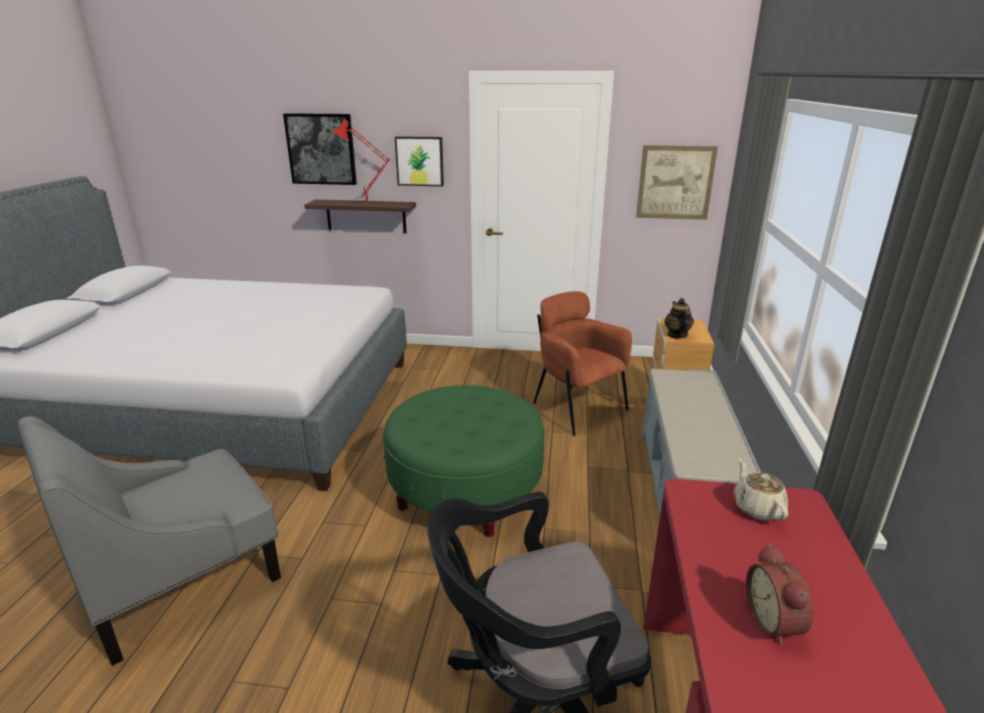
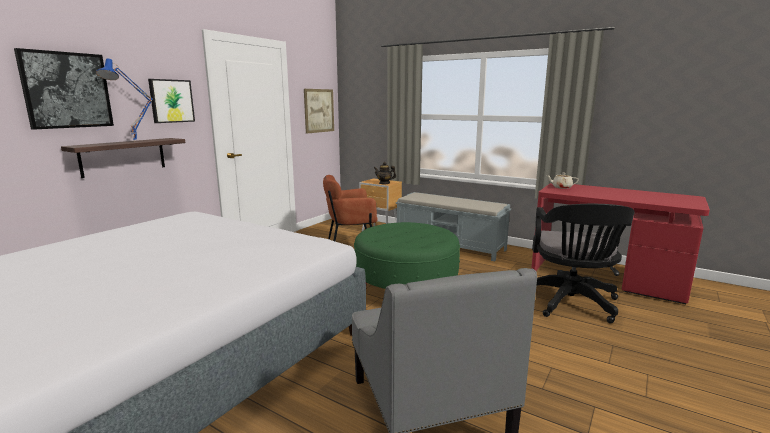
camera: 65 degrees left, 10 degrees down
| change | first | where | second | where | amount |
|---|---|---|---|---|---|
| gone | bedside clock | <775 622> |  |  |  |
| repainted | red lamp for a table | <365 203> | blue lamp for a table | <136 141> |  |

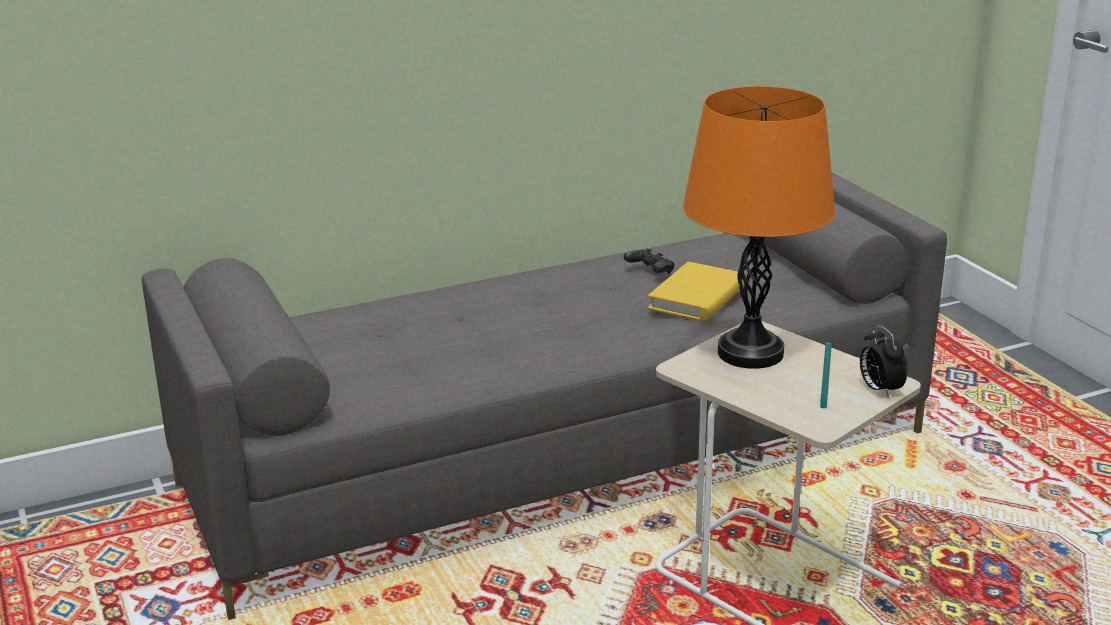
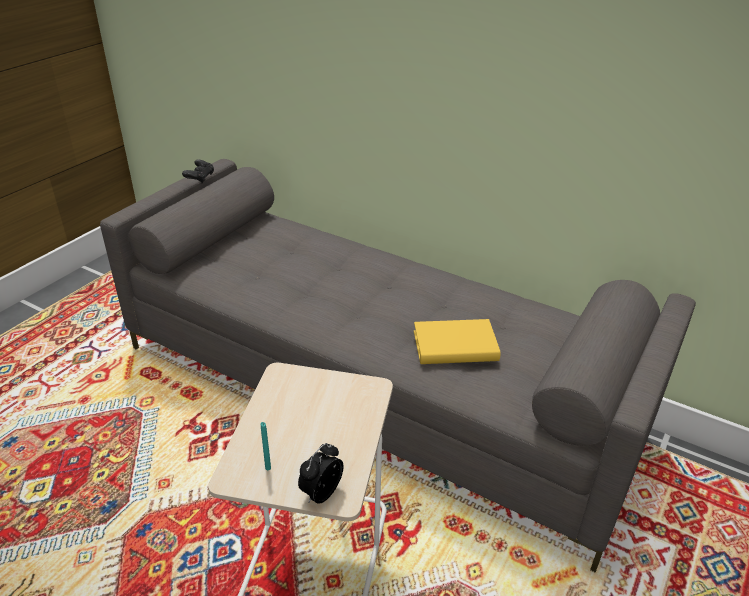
camera: 55 degrees right, 10 degrees up
| change | first | where | second | where | amount |
|---|---|---|---|---|---|
| gone | orange-coloured lamp for a table | <750 353> |  |  |  |
| shifted | blackish joypad | <650 272> |  | <200 178> |  |

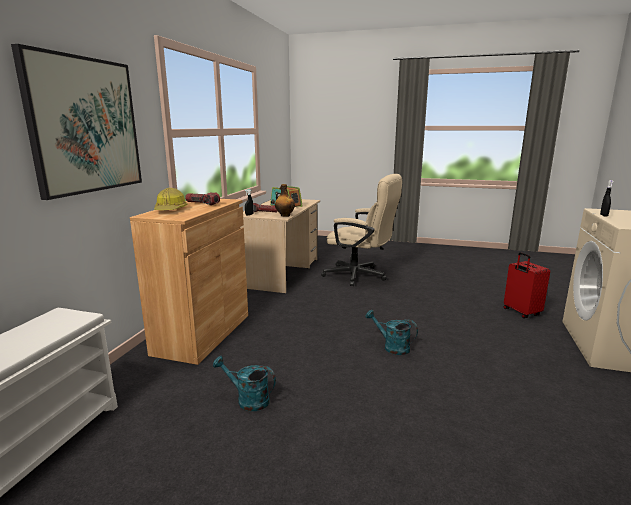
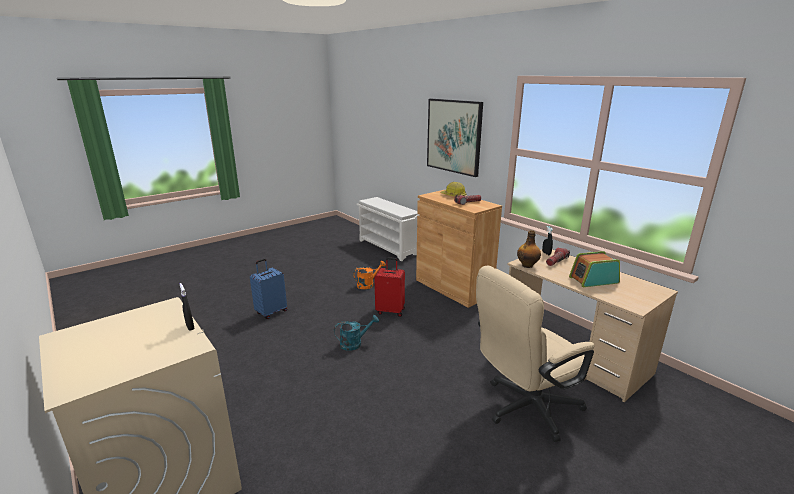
camera: 125 degrees right, 5 degrees up
| change | first | where | second | where | amount |
|---|---|---|---|---|---|
| new |  |  | blue travel case | <271 312> |  |
| shifted | red travel case | <520 312> |  | <390 311> |  |
| repainted | turquoise-coloured watering pot | <248 400> | orange-coloured watering pot | <368 284> |  |

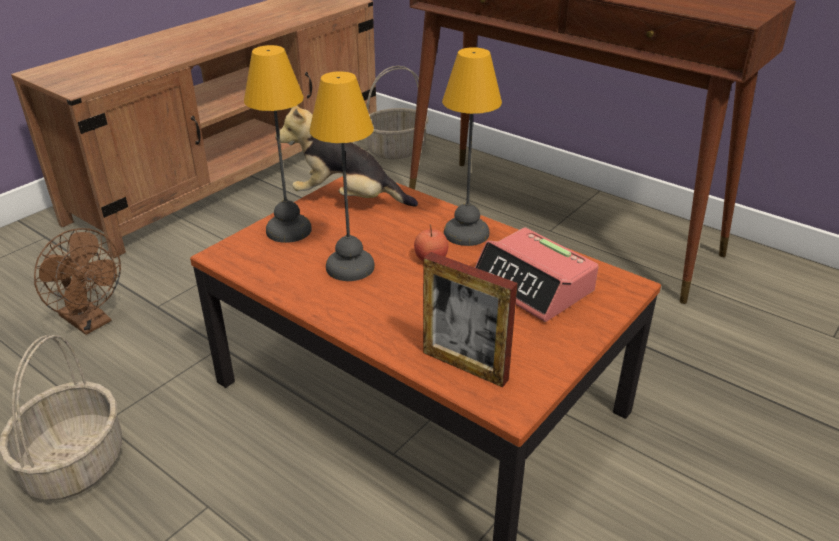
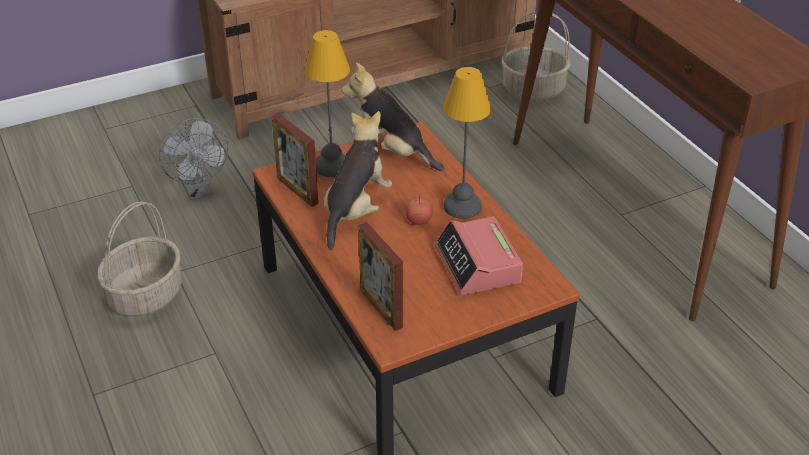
camera: 25 degrees right, 5 degrees up
| change | first | where | second | where | amount |
|---|---|---|---|---|---|
| new |  |  | photo frame | <297 191> |  |
| swapped | lamp for a table | <351 268> | plush toy | <356 211> |  |
| repainted | brown electric fan | <91 322> | gray electric fan | <199 191> |  |

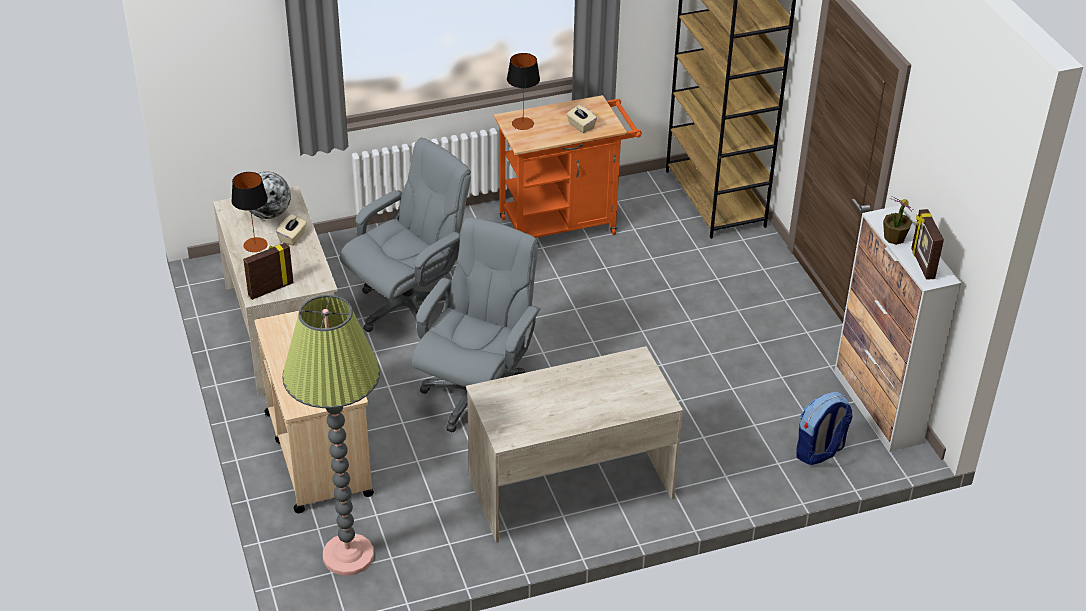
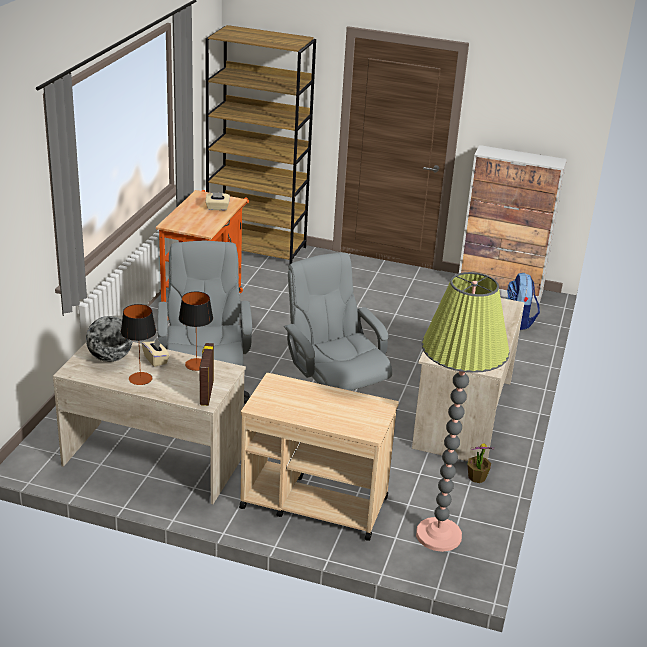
camera: 55 degrees left, 10 degrees down
| change | first | where | second | where | amount |
|---|---|---|---|---|---|
| gone | photo frame | <922 264> |  |  |  |
| shifted | lamp for a table | <523 123> |  | <196 364> |  |
| shifted | houseplant | <894 238> |  | <476 477> |  |

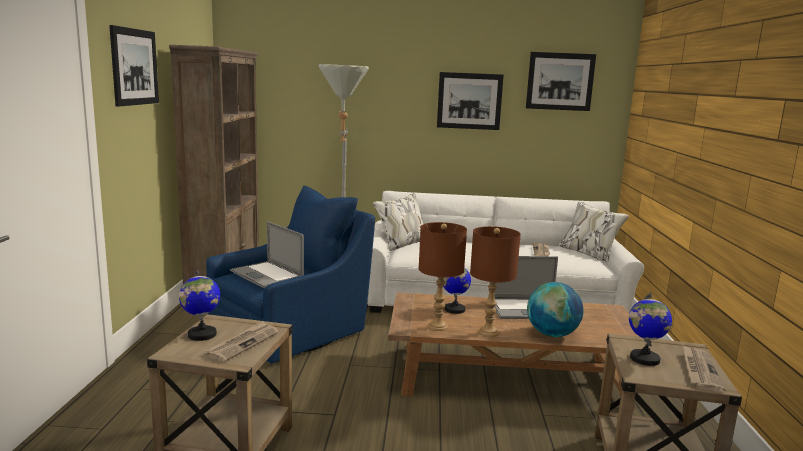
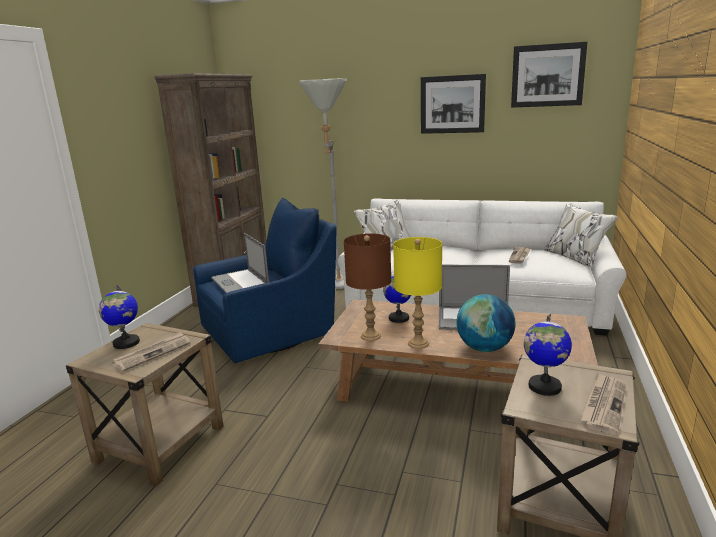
camera: 15 degrees right, 5 degrees up
| change | first | where | second | where | amount |
|---|---|---|---|---|---|
| gone | wall art | <134 67> |  |  |  |
| repainted | brown lamp for a table | <488 332> | yellow-coloured lamp for a table | <418 343> |  |

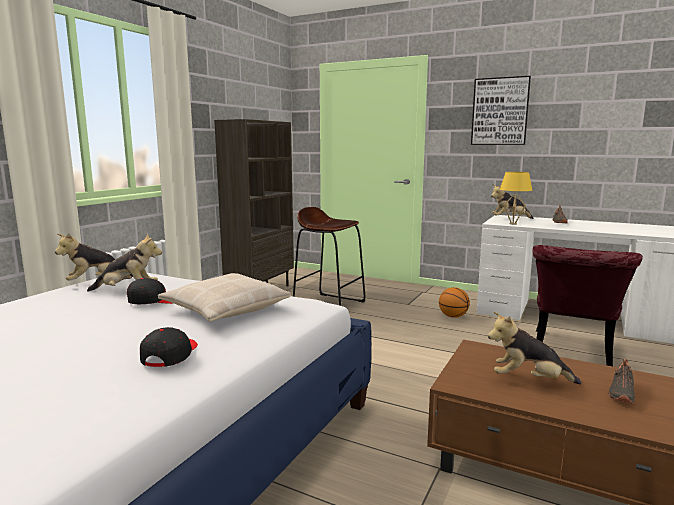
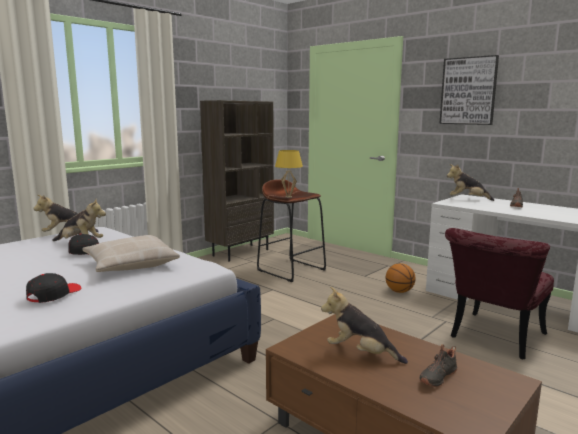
camera: 15 degrees right, 0 degrees up
| change | first | where | second | where | amount |
|---|---|---|---|---|---|
| shifted | yellow-coloured lamp for a table | <512 224> |  | <288 197> |  |

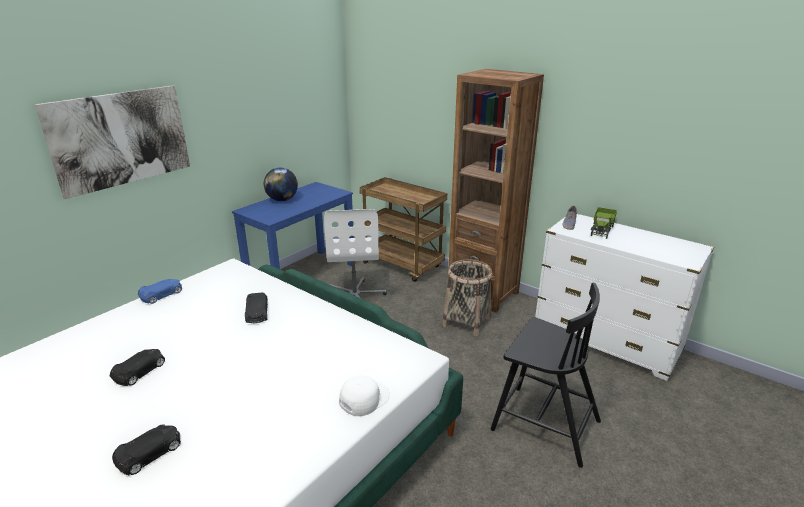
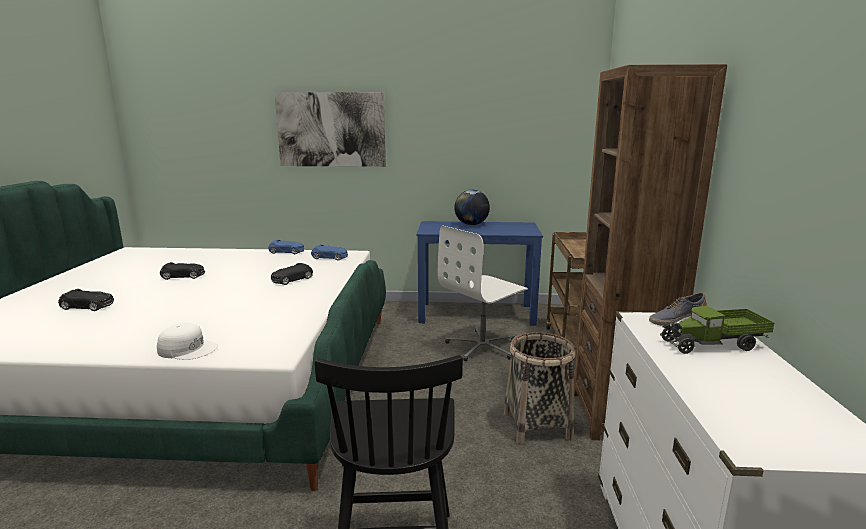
camera: 55 degrees right, 10 degrees down
| change | first | where | second | where | amount |
|---|---|---|---|---|---|
| new |  |  | blue toy car | <330 257> |  |

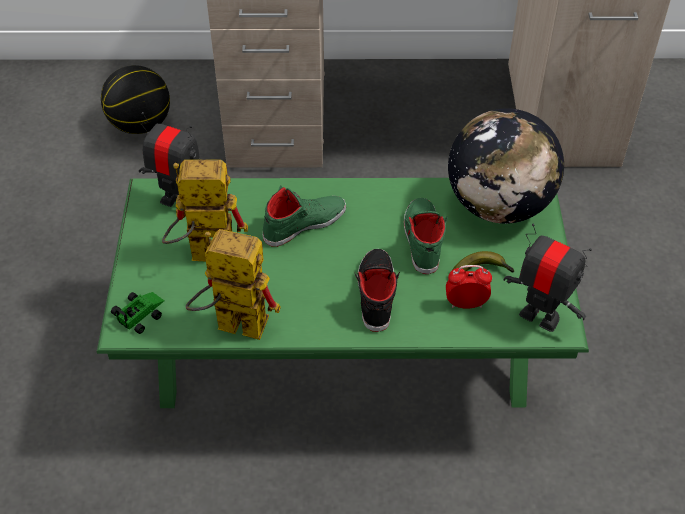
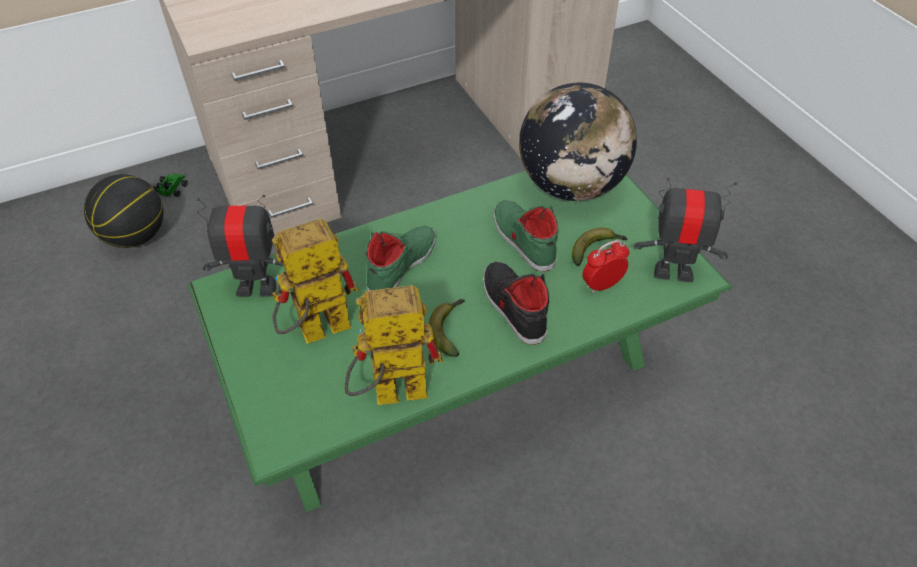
camera: 25 degrees left, 0 degrees up
| change | first | where | second | where | amount |
|---|---|---|---|---|---|
| new |  |  | whole banana | <449 329> |  |
| shifted | toy car | <141 311> |  | <172 186> |  |

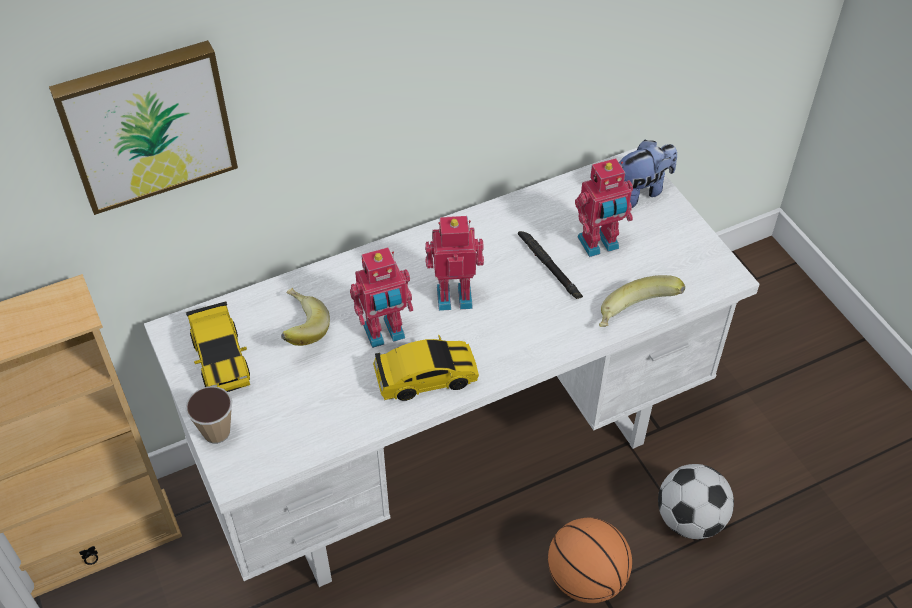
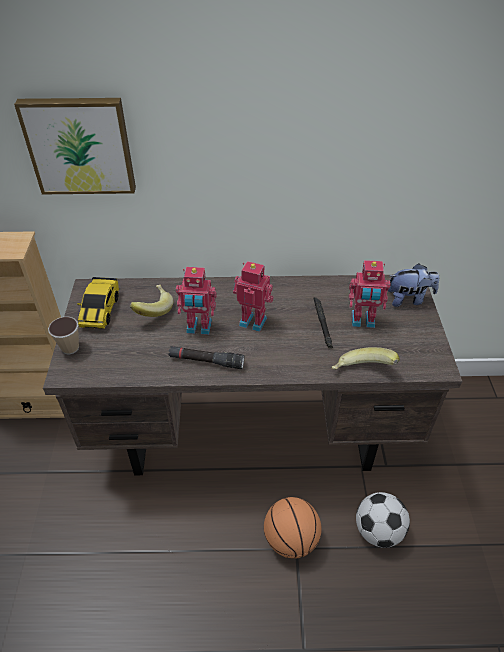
camera: 25 degrees right, 5 degrees down
| change | first | where | second | where | amount |
|---|---|---|---|---|---|
| swapped | toy car | <426 378> | blackish torch | <206 361> |  |
| repainted | whitish desk table | <457 453> | brown desk table | <253 431> |  |

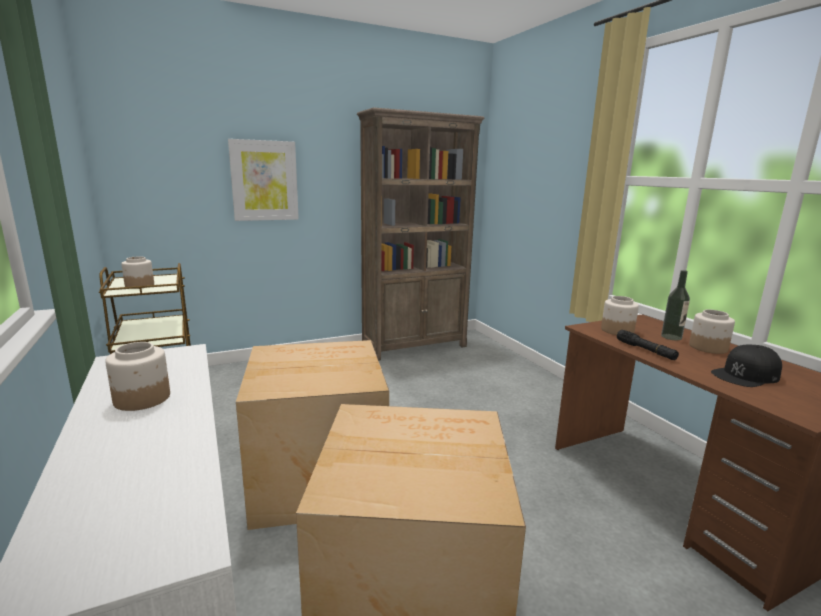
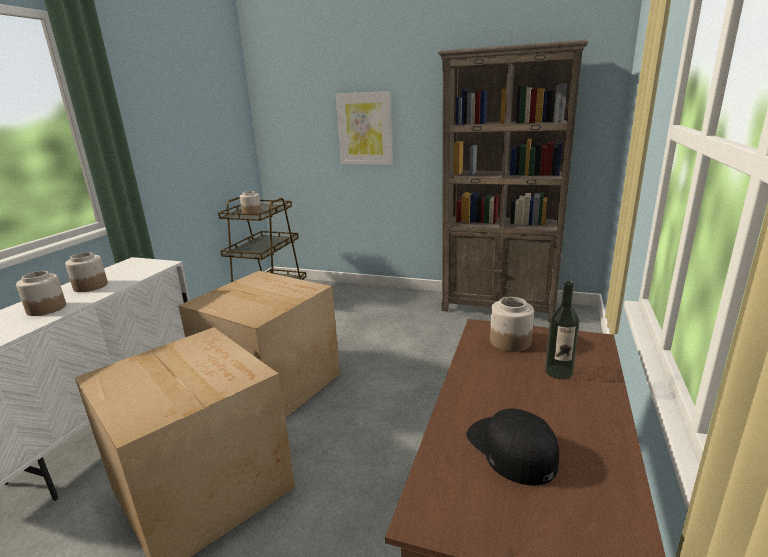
camera: 45 degrees right, 5 degrees up
| change | first | where | second | where | amount |
|---|---|---|---|---|---|
| gone | blackish torch | <645 350> |  |  |  |
| shifted | storage jar | <707 347> |  | <46 308> |  |
| rotated | blackish peaked cap | <746 375> |  | <511 448> | 45 degrees clockwise |

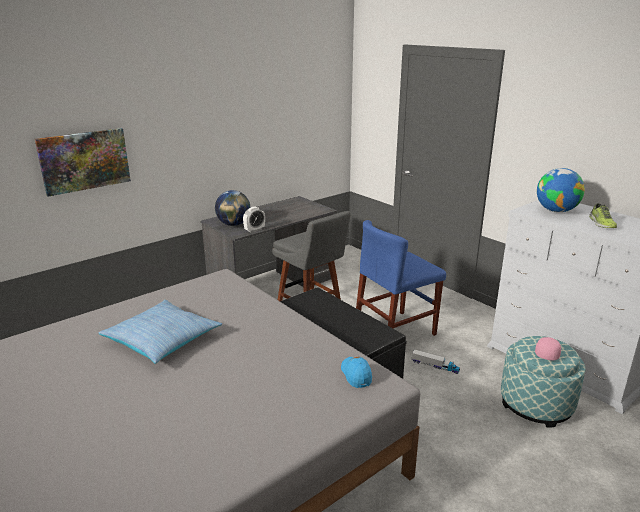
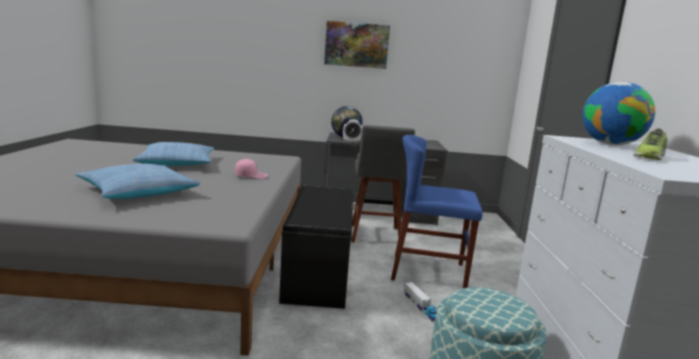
camera: 40 degrees right, 10 degrees down
| change | first | where | second | where | amount |
|---|---|---|---|---|---|
| gone | blue peaked cap | <356 375> |  |  |  |
| new |  |  | pillow | <138 192> |  |
| shifted | wall art | <84 160> |  | <356 45> |  |
| shifted | pink peaked cap | <547 353> |  | <251 176> |  |

